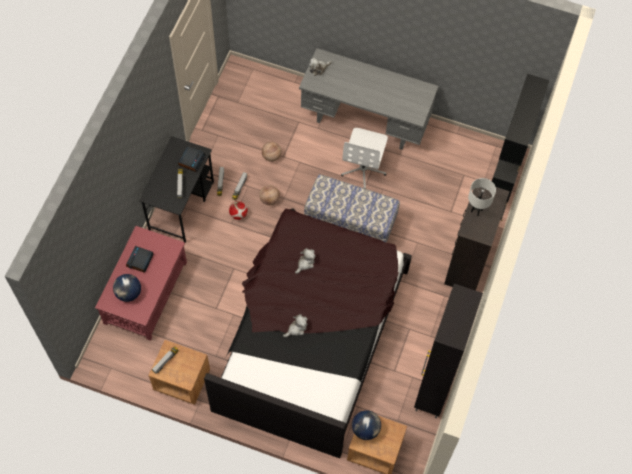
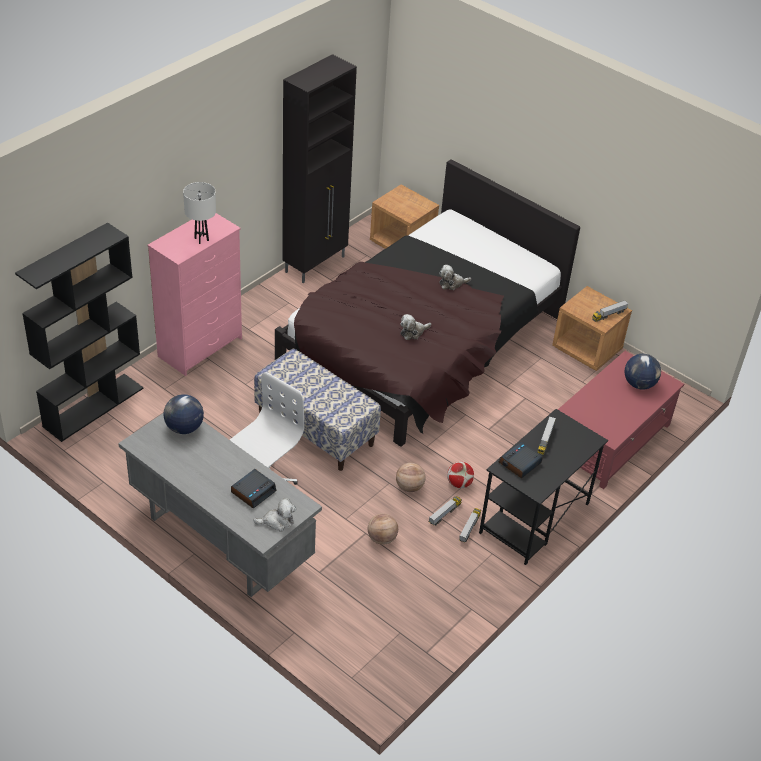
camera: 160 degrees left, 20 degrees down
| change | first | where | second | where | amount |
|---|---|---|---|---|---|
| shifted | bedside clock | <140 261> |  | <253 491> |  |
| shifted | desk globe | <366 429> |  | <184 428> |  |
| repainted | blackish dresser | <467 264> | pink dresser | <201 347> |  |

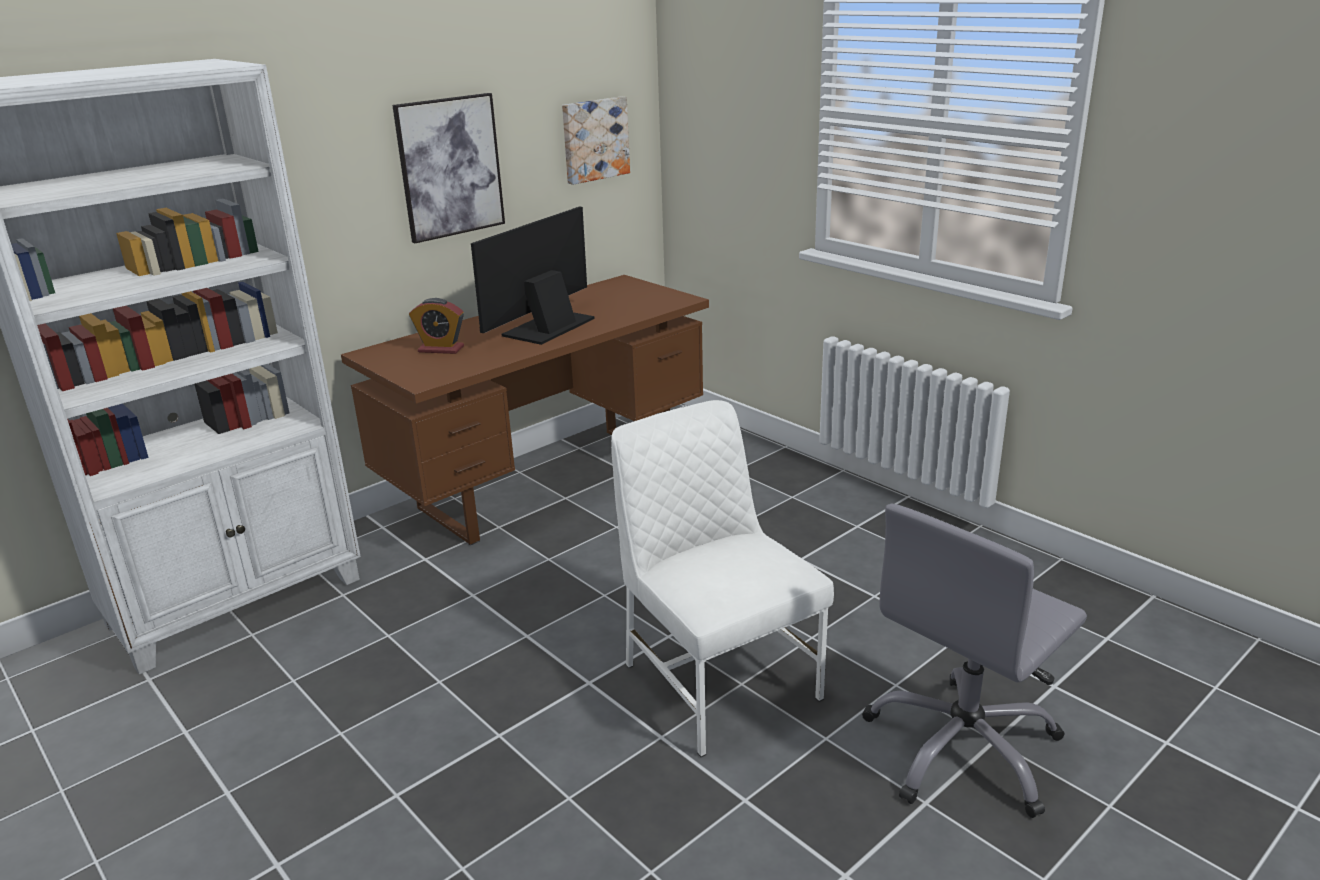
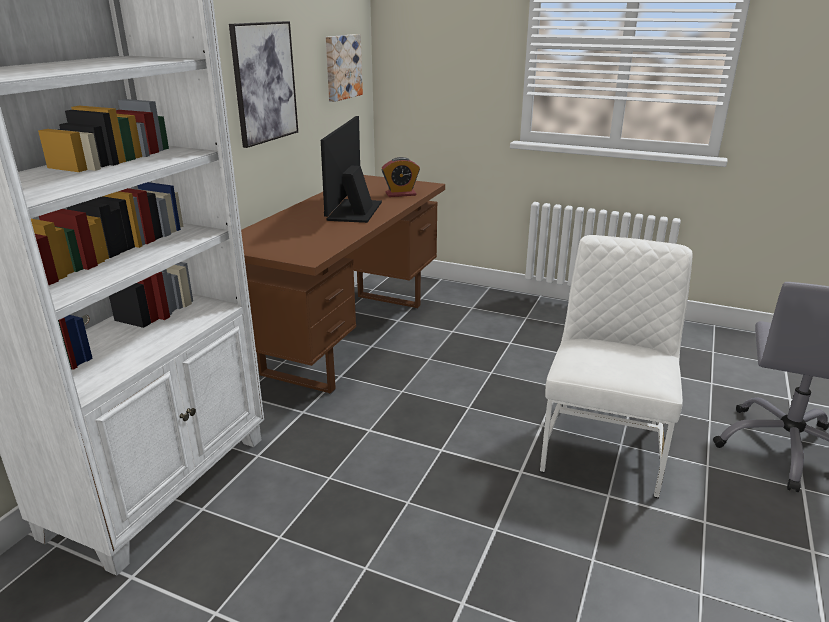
camera: 25 degrees left, 0 degrees up
| change | first | where | second | where | amount |
|---|---|---|---|---|---|
| shifted | bedside clock | <441 349> |  | <400 194> |  |
| rotated | whitish plain chair | <717 680> |  | <604 446> | 75 degrees clockwise |

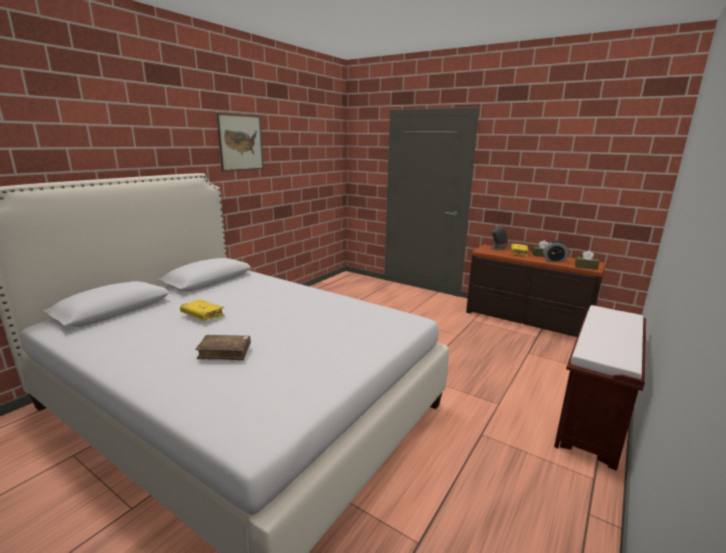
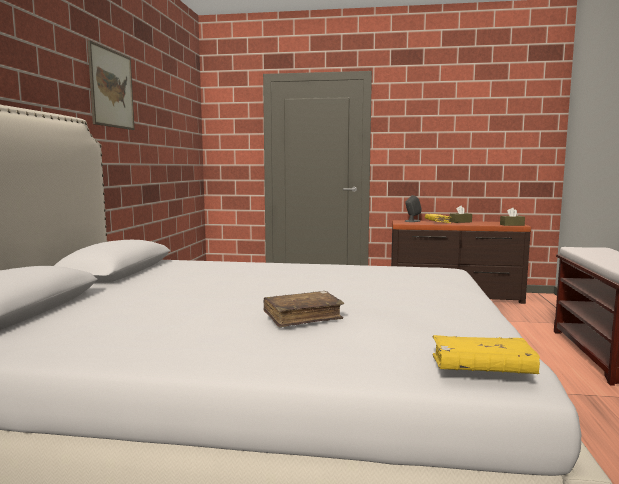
camera: 25 degrees left, 10 degrees down
| change | first | where | second | where | amount |
|---|---|---|---|---|---|
| gone | bedside clock | <553 260> |  |  |  |
| shifted | yellow-coloured volume | <202 315> |  | <481 368> |  |

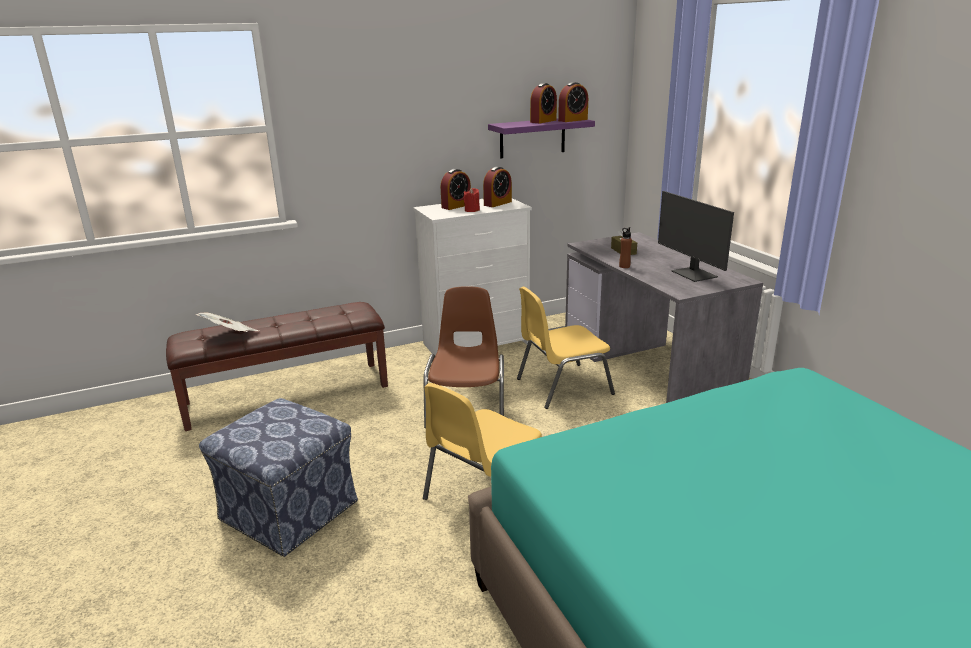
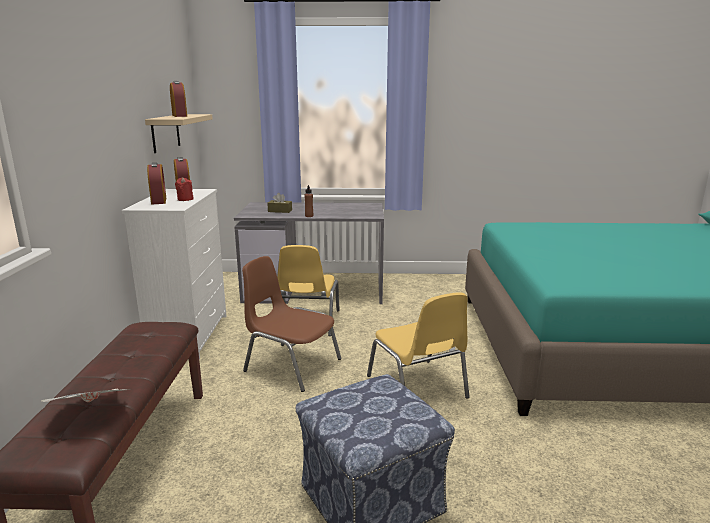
camera: 65 degrees left, 5 degrees down
| change | first | where | second | where | amount |
|---|---|---|---|---|---|
| gone | bedside clock | <573 120> |  |  |  |
| gone | monitor | <693 274> |  |  |  |
| repainted | purple-coloured wall shelf | <532 137> | sand-coloured wall shelf | <165 133> |  |

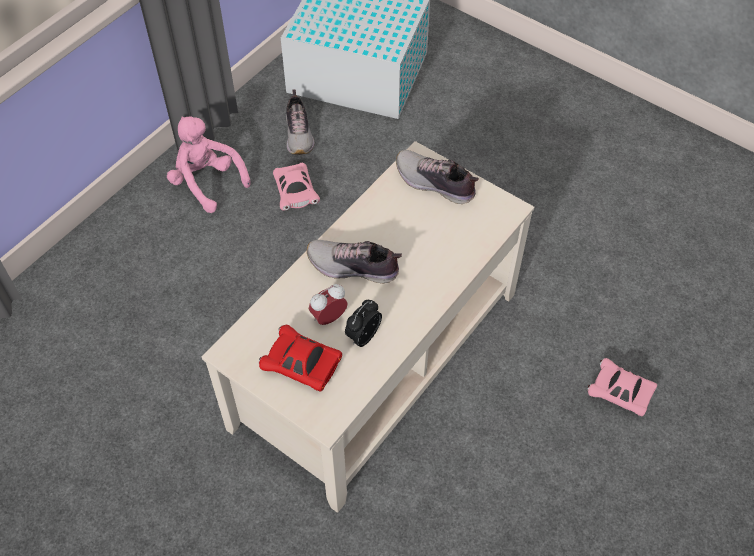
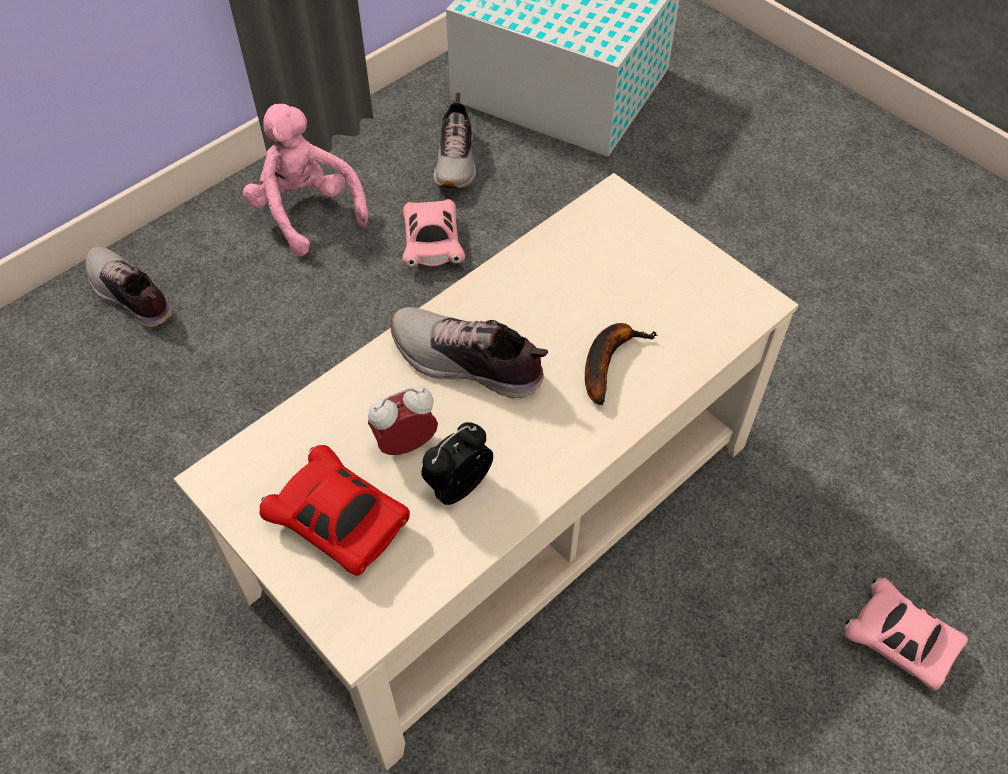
camera: 10 degrees right, 0 degrees up
| change | first | where | second | where | amount |
|---|---|---|---|---|---|
| new |  |  | whole banana | <608 360> |  |
| shifted | item of footwear | <435 184> |  | <130 296> |  |

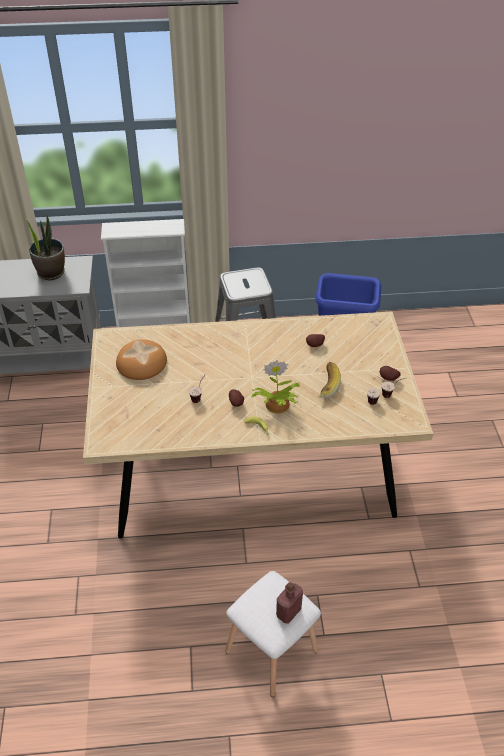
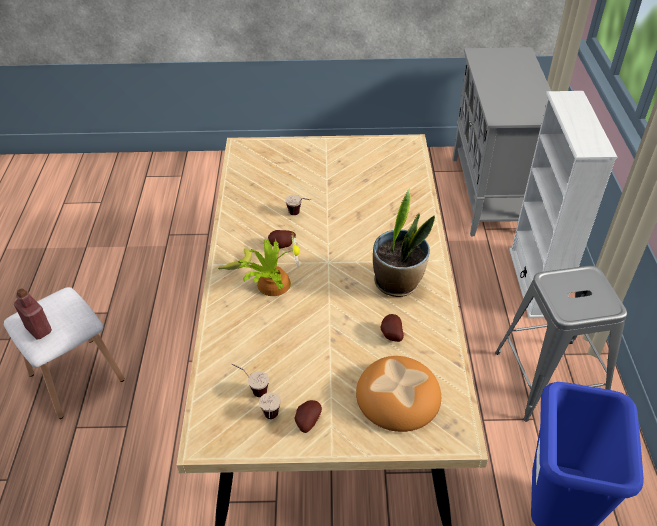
camera: 95 degrees right, 0 degrees up
| change | first | where | second | where | amount |
|---|---|---|---|---|---|
| gone | whole banana | <325 386> |  |  |  |
| shifted | houseplant | <51 272> |  | <398 282> |  |
| shifted | bread | <141 362> |  | <399 397> |  |

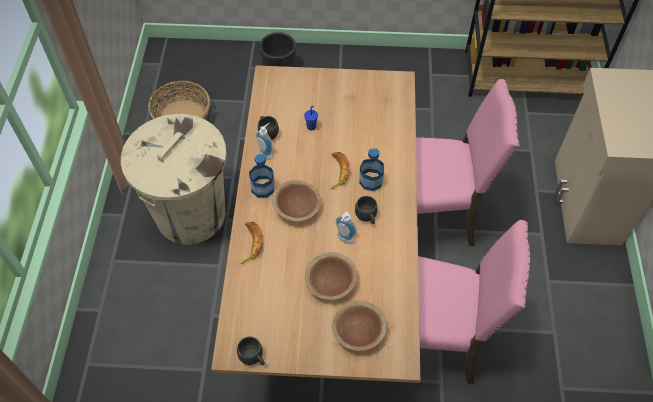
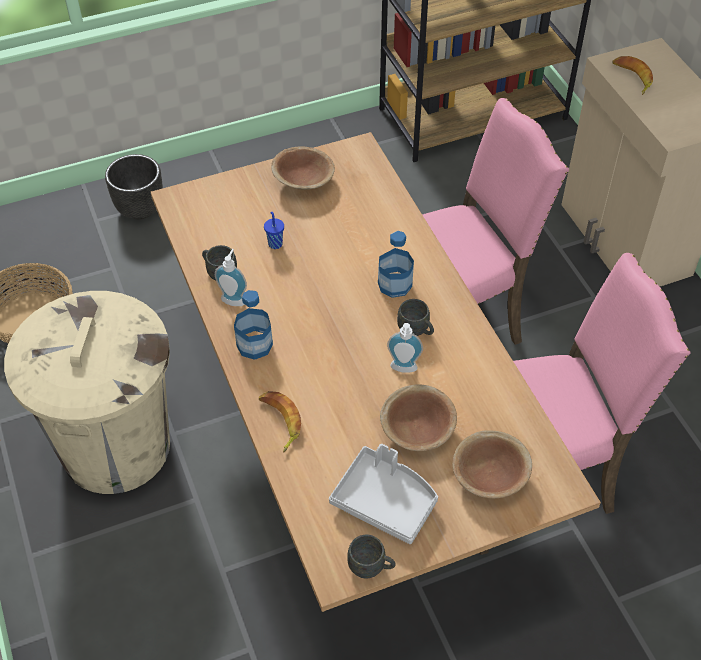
camera: 25 degrees left, 5 degrees down
| change | first | where | second | where | amount |
|---|---|---|---|---|---|
| new |  |  | gray tray | <385 501> |  |
| shifted | brown bowl | <297 208> |  | <303 180> |  |
| shifted | whole banana | <337 171> |  | <632 78> |  |

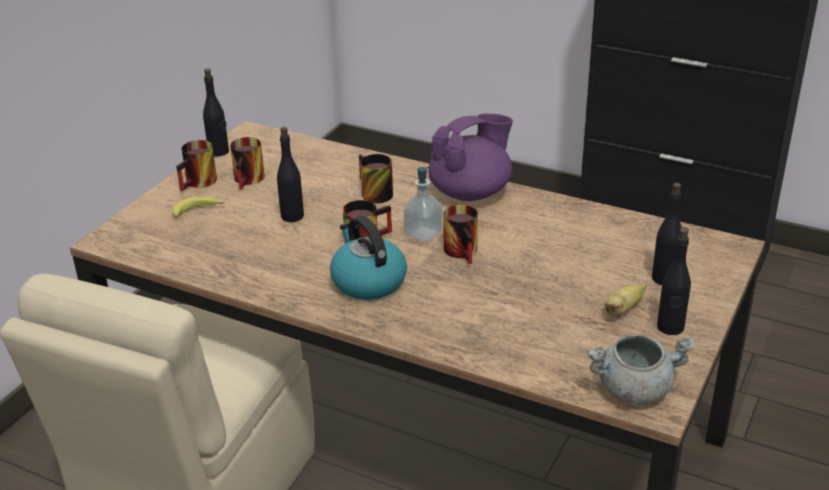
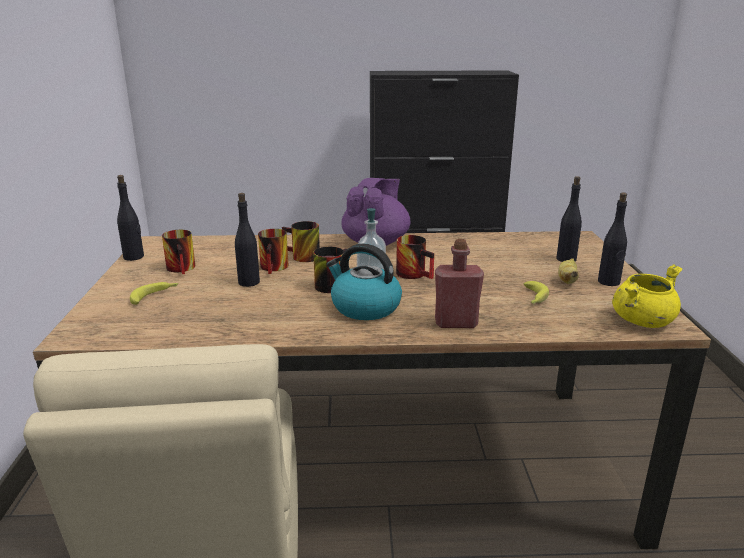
camera: 30 degrees left, 10 degrees down
| change | first | where | second | where | amount |
|---|---|---|---|---|---|
| new |  |  | red beverage bottle | <456 323> |  |
| new |  |  | whole banana | <533 298> |  |
| shifted | tea mug | <200 183> |  | <276 268> |  |
| repainted | gray cooking pot | <634 390> | yellow-coloured cooking pot | <642 320> |  |

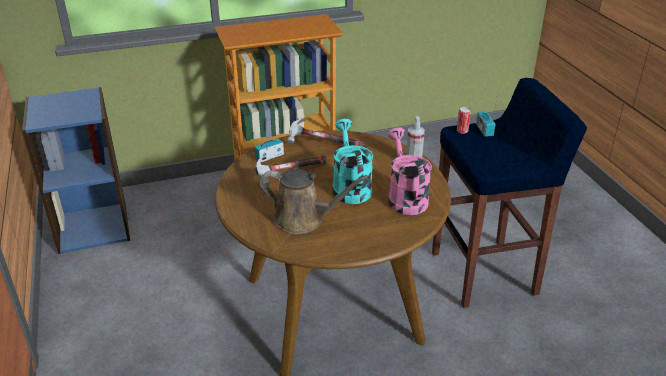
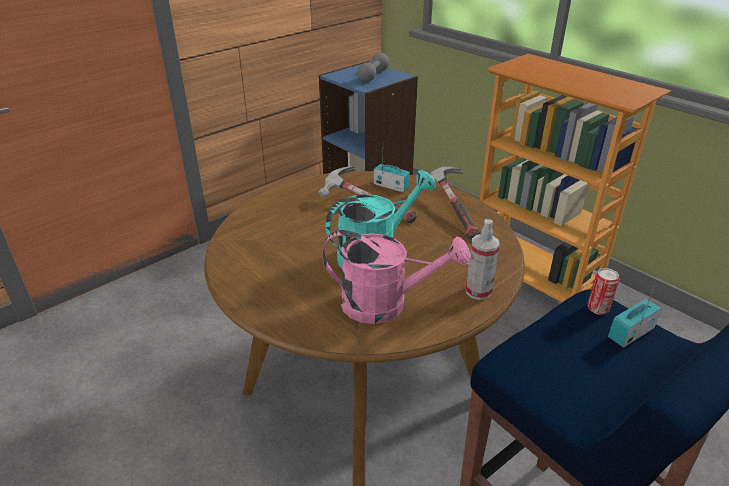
camera: 65 degrees right, 0 degrees up
| change | first | where | second | where | amount |
|---|---|---|---|---|---|
| gone | brown watering pot | <303 220> |  |  |  |
| new |  |  | gray dumbbell | <373 75> |  |
| rotated | pink watering pot | <405 197> |  | <386 304> | 45 degrees clockwise |

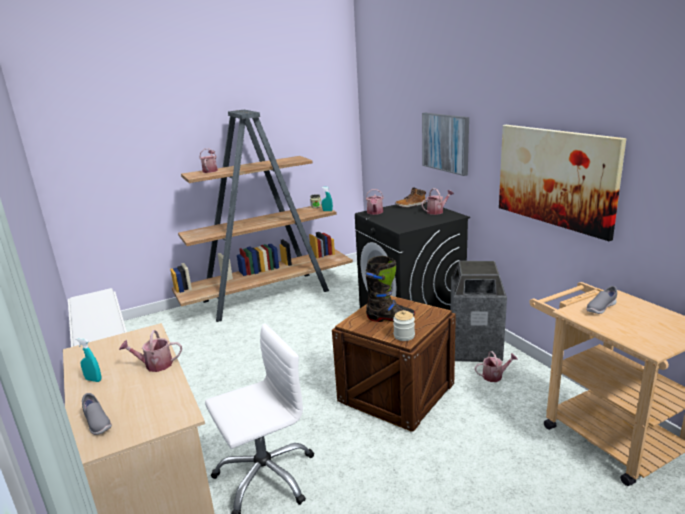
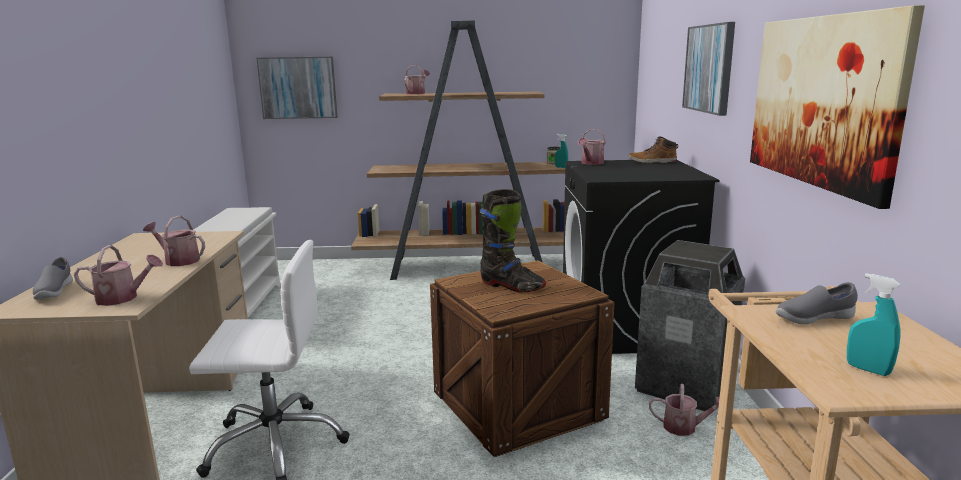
camera: 25 degrees right, 5 degrees down
| change | first | where | second | where | amount |
|---|---|---|---|---|---|
| gone | storage jar | <404 336> |  |  |  |
| new |  |  | wall art | <298 88> |  |
| shifted | turquoise-coloured sprayer | <93 380> |  | <868 369> |  |
| shifted | watering pot | <437 211> |  | <122 298> |  |

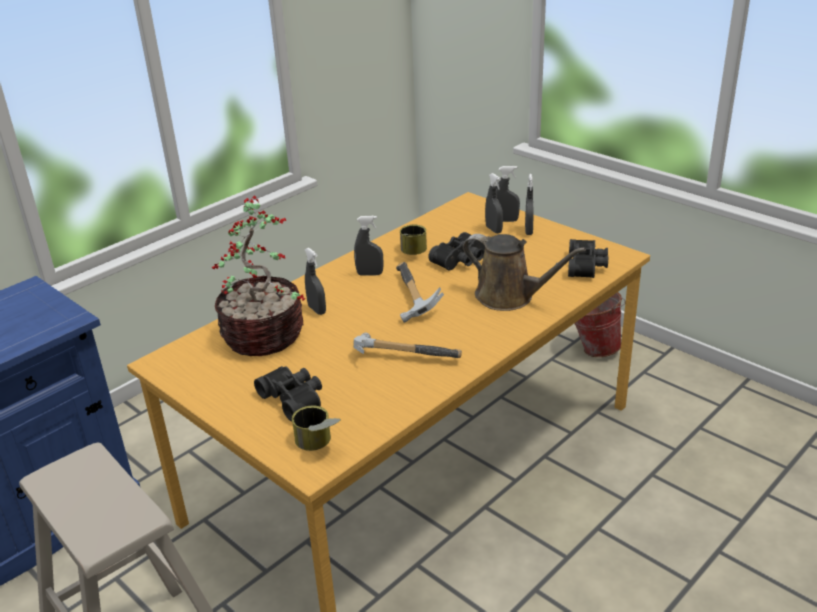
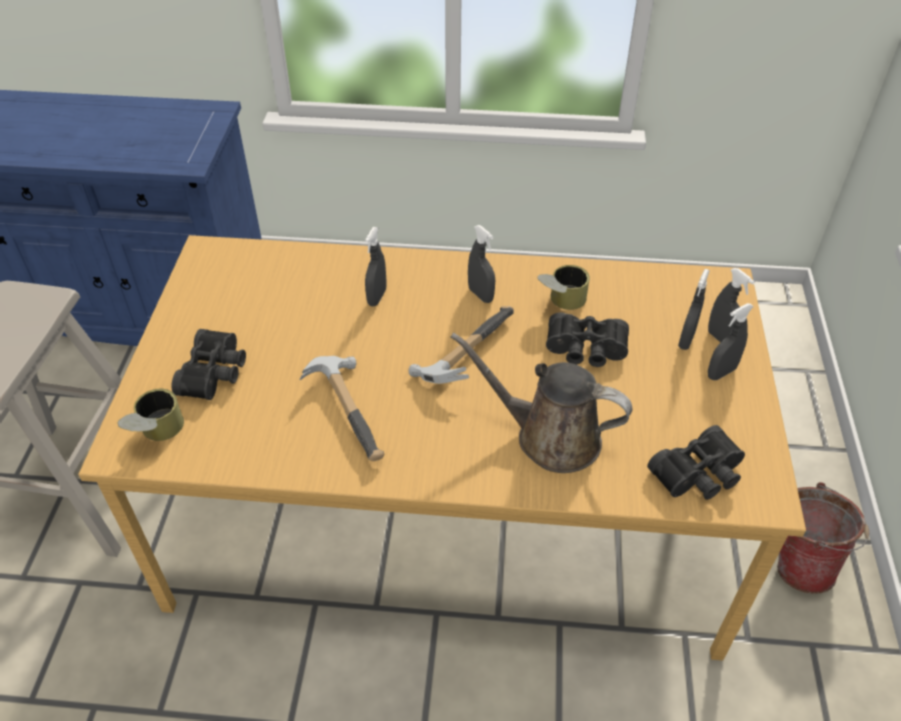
camera: 50 degrees right, 15 degrees up
| change | first | where | second | where | amount |
|---|---|---|---|---|---|
| gone | houseplant | <265 336> |  |  |  |
| rotated | brown watering pot | <509 297> |  | <549 437> | 120 degrees clockwise |

